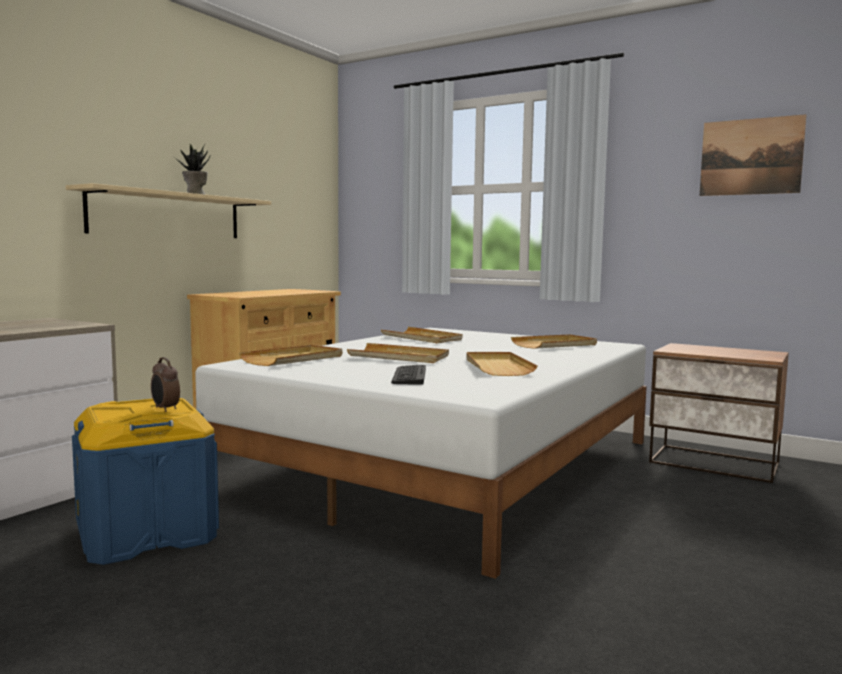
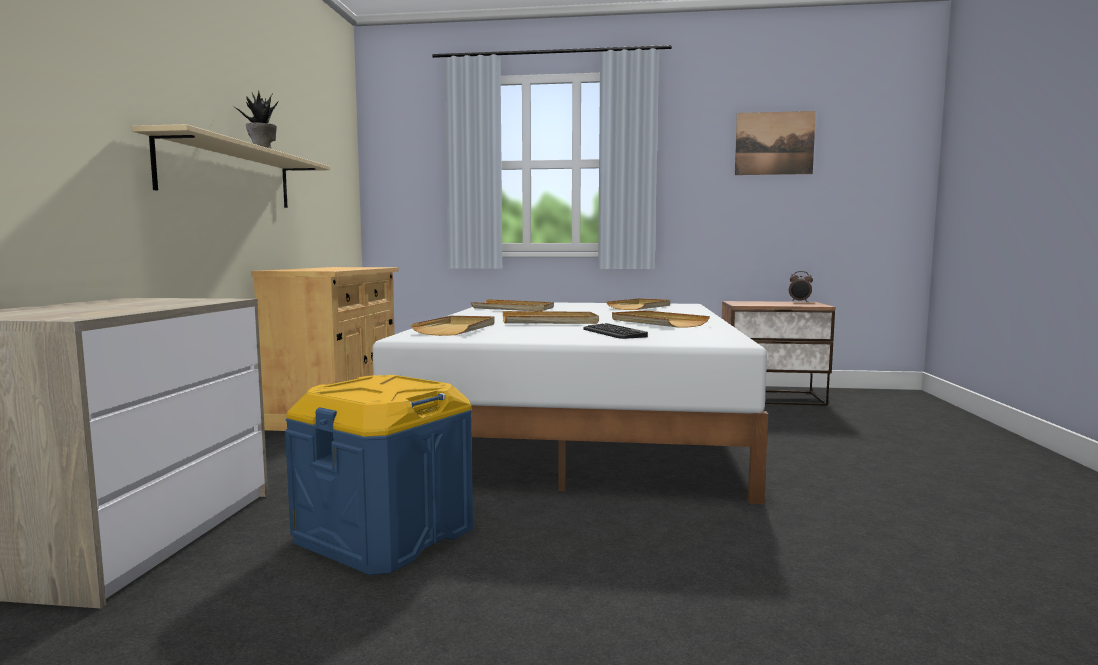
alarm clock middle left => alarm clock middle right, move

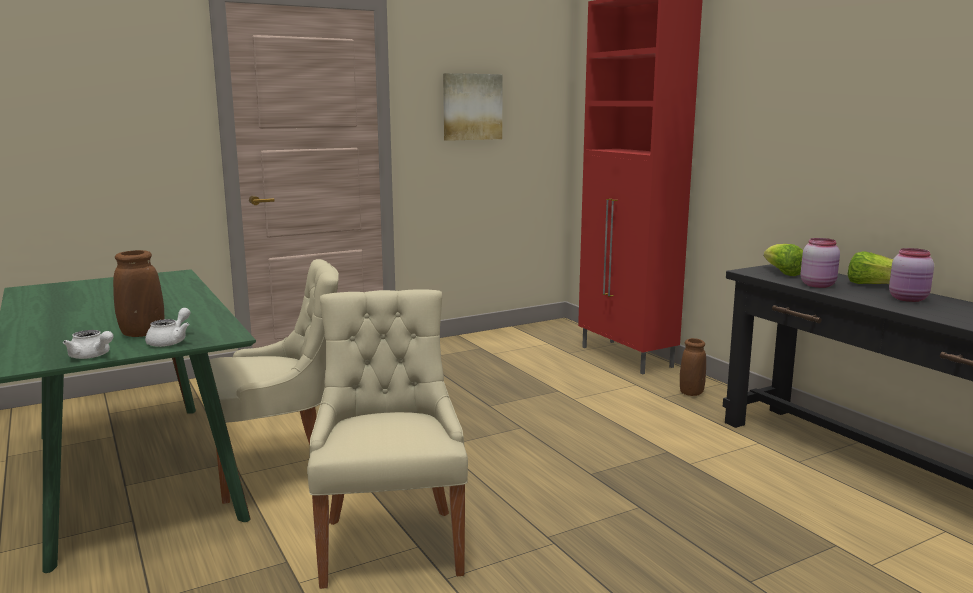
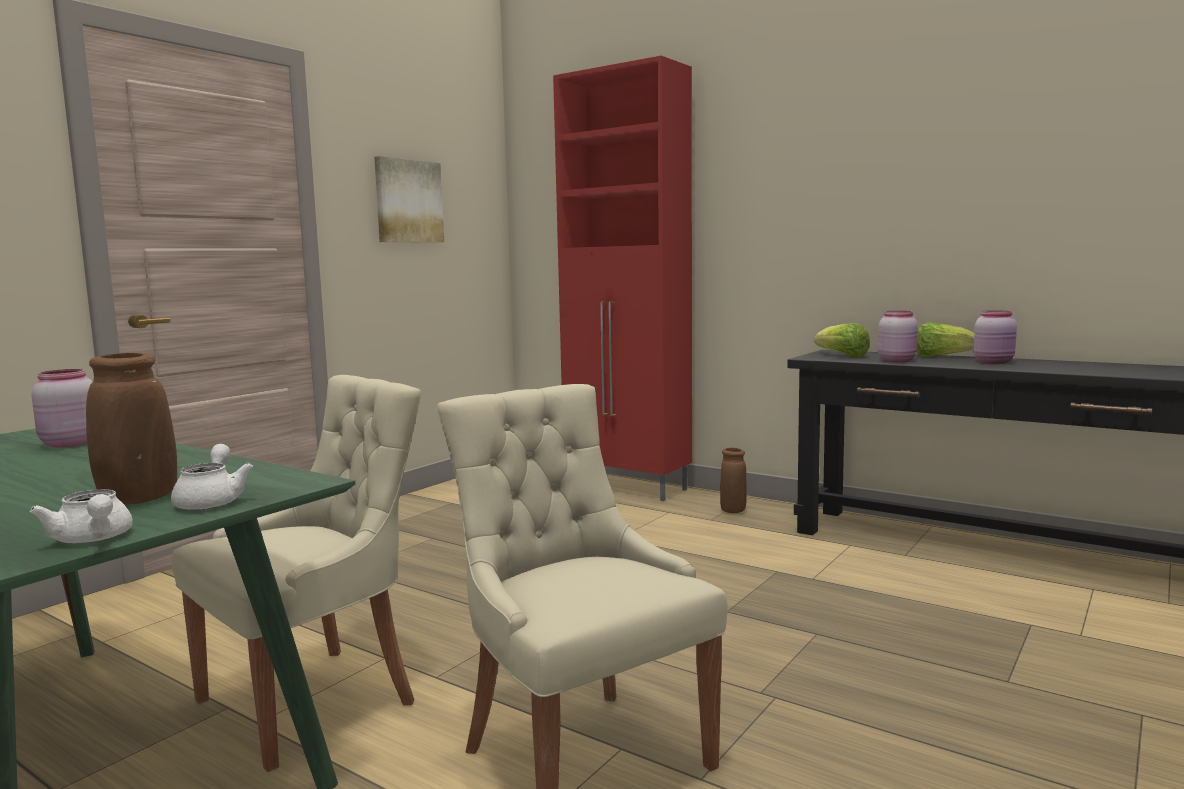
white teapot (1st from left) middle left, 45 degrees clockwise
nothing => pink jar (1st from left) middle left

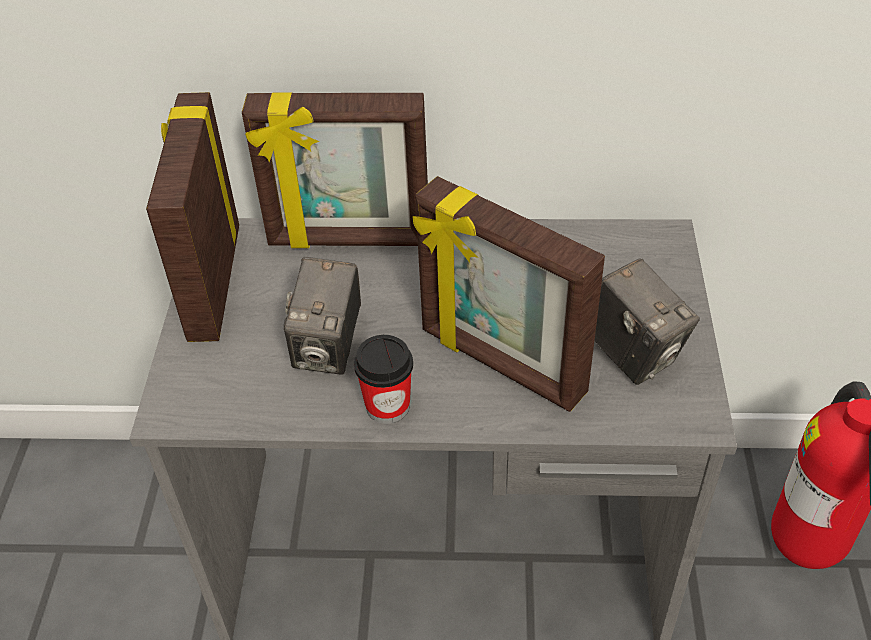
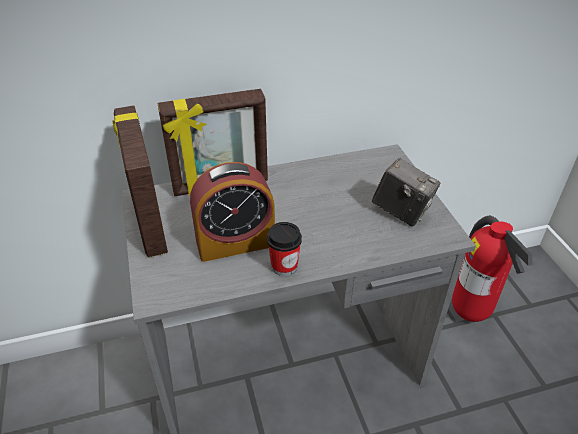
photo camera (1st from left) centre => alarm clock centre
picture frame (3rd from left) centre => nothing

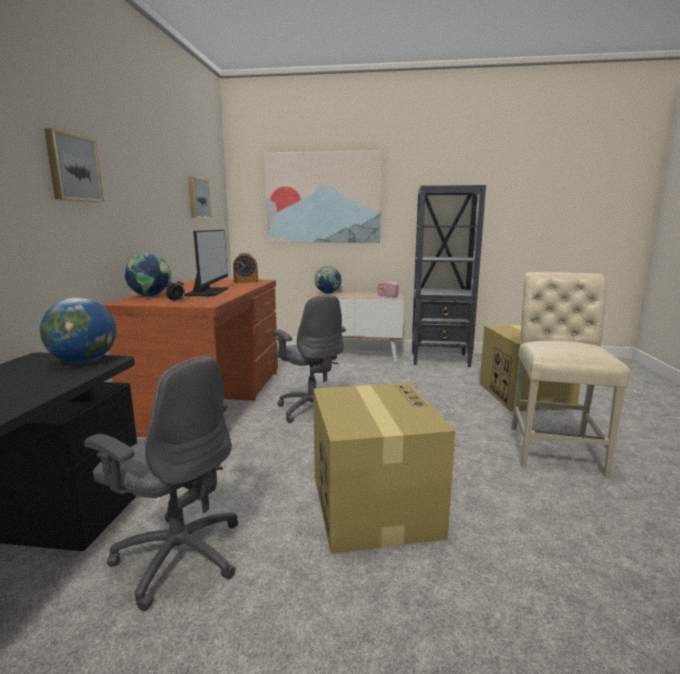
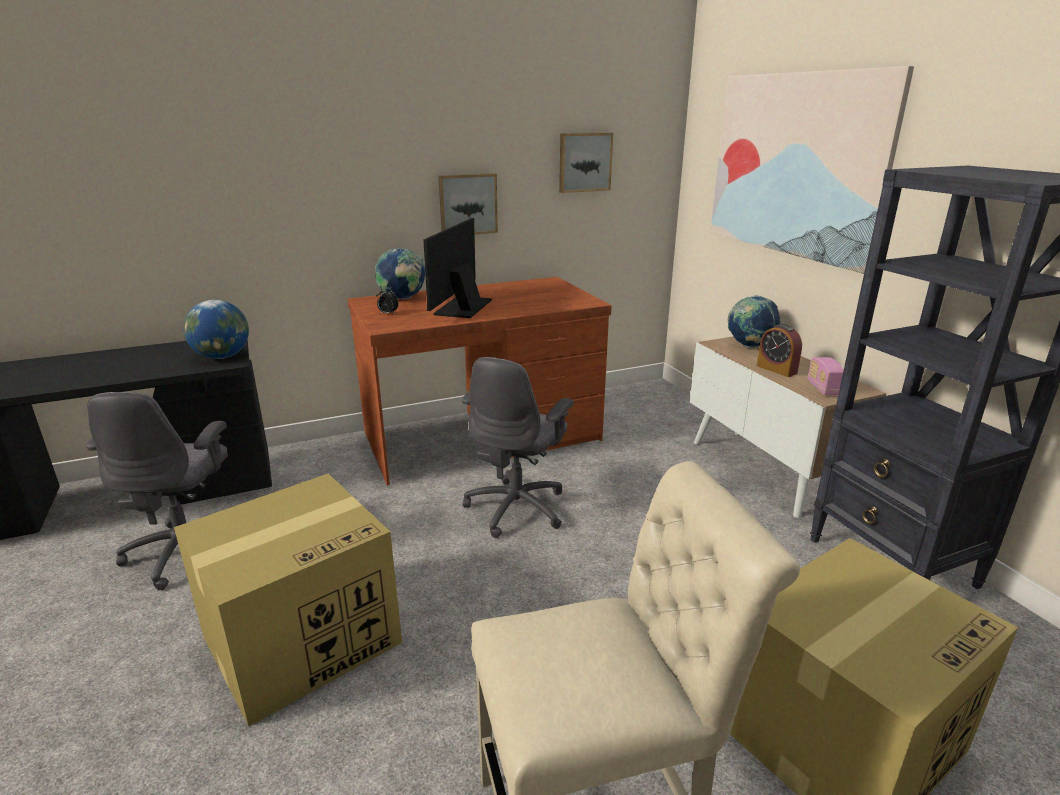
monitor middle left => monitor centre, 135 degrees clockwise
picture (1st from left) top left => picture (1st from left) top centre, move
alarm clock (2nd from left) centre => alarm clock (2nd from left) middle right, move

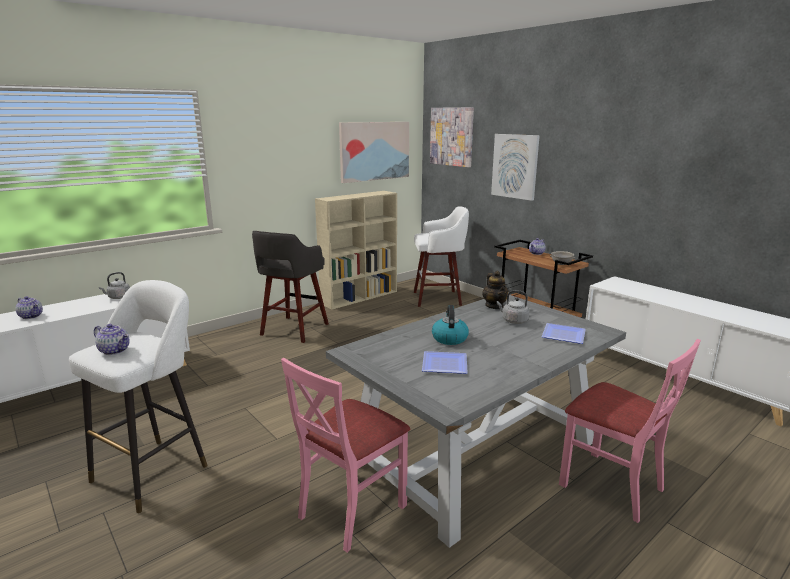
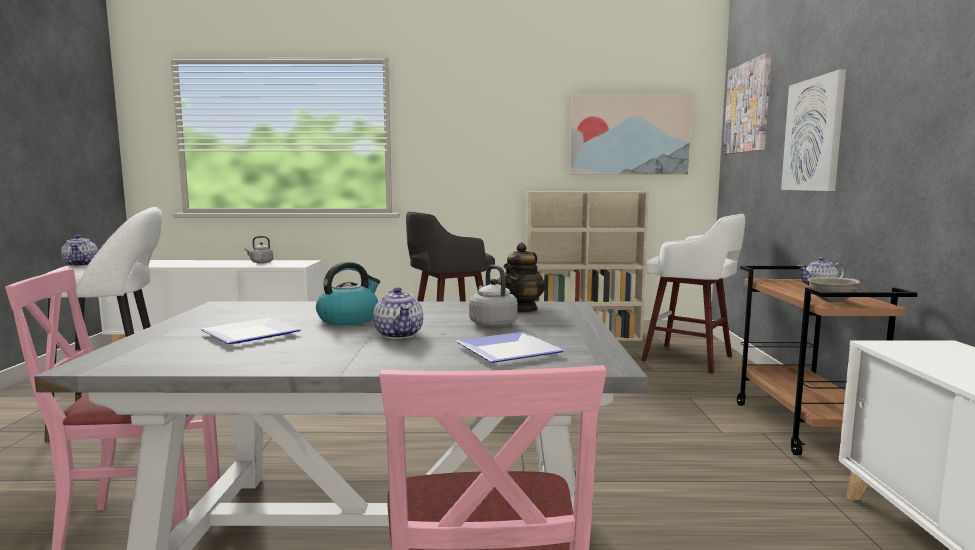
teapot (1st from left in the first image) middle left => teapot (2nd from left) centre, move

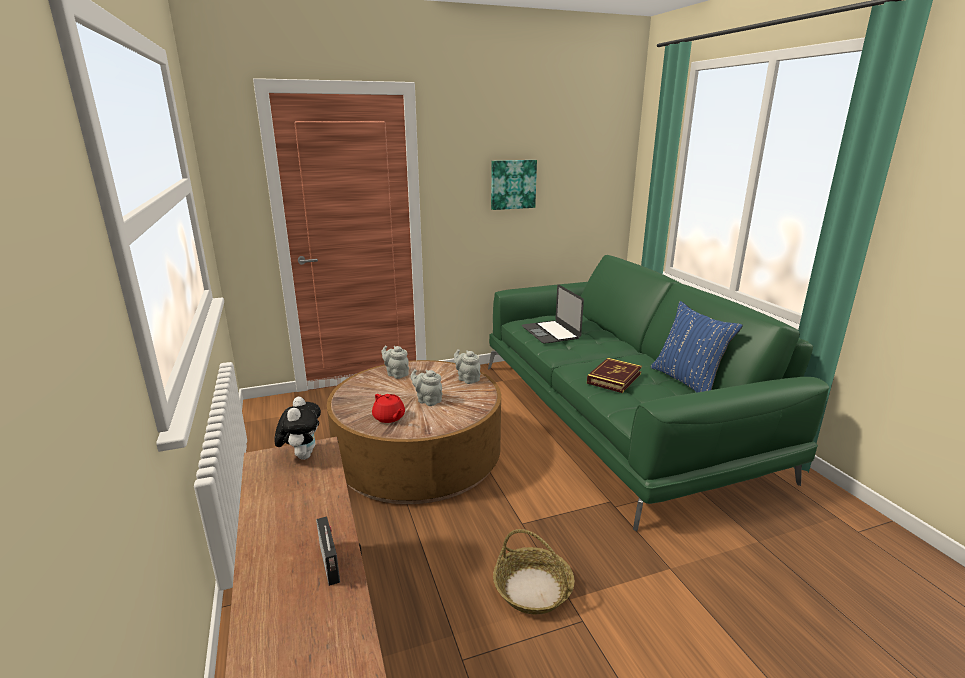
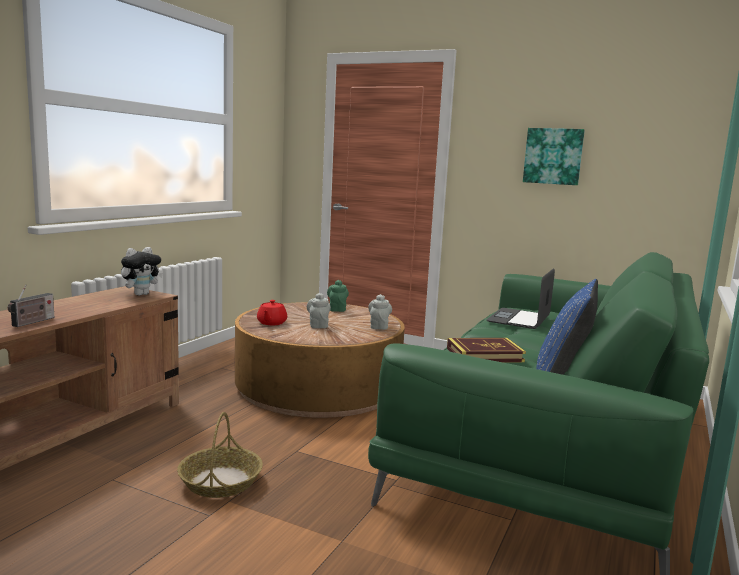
grey teapot (1st from left) centre => green teapot centre

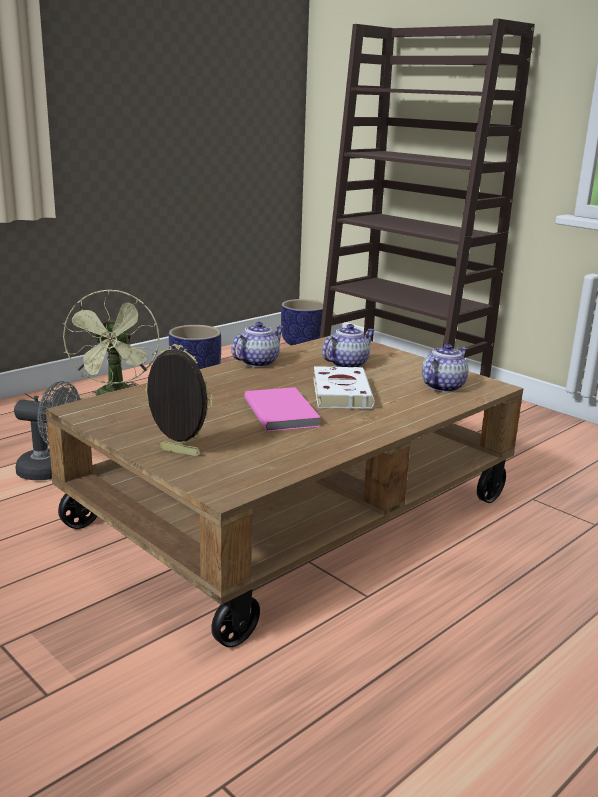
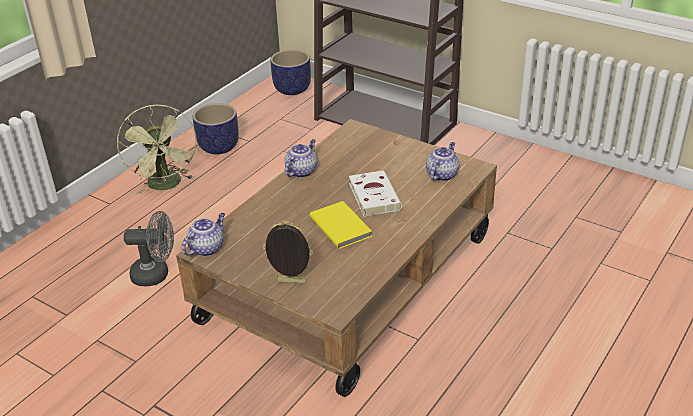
teapot (2nd from left in the first image) centre => teapot (1st from left) middle left, move
pink book centre => yellow book centre

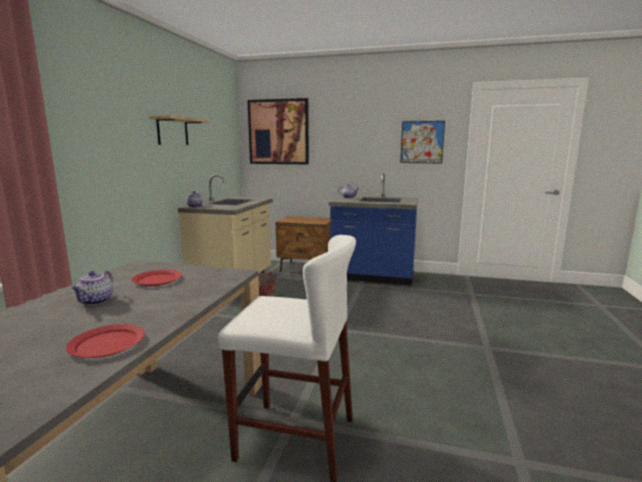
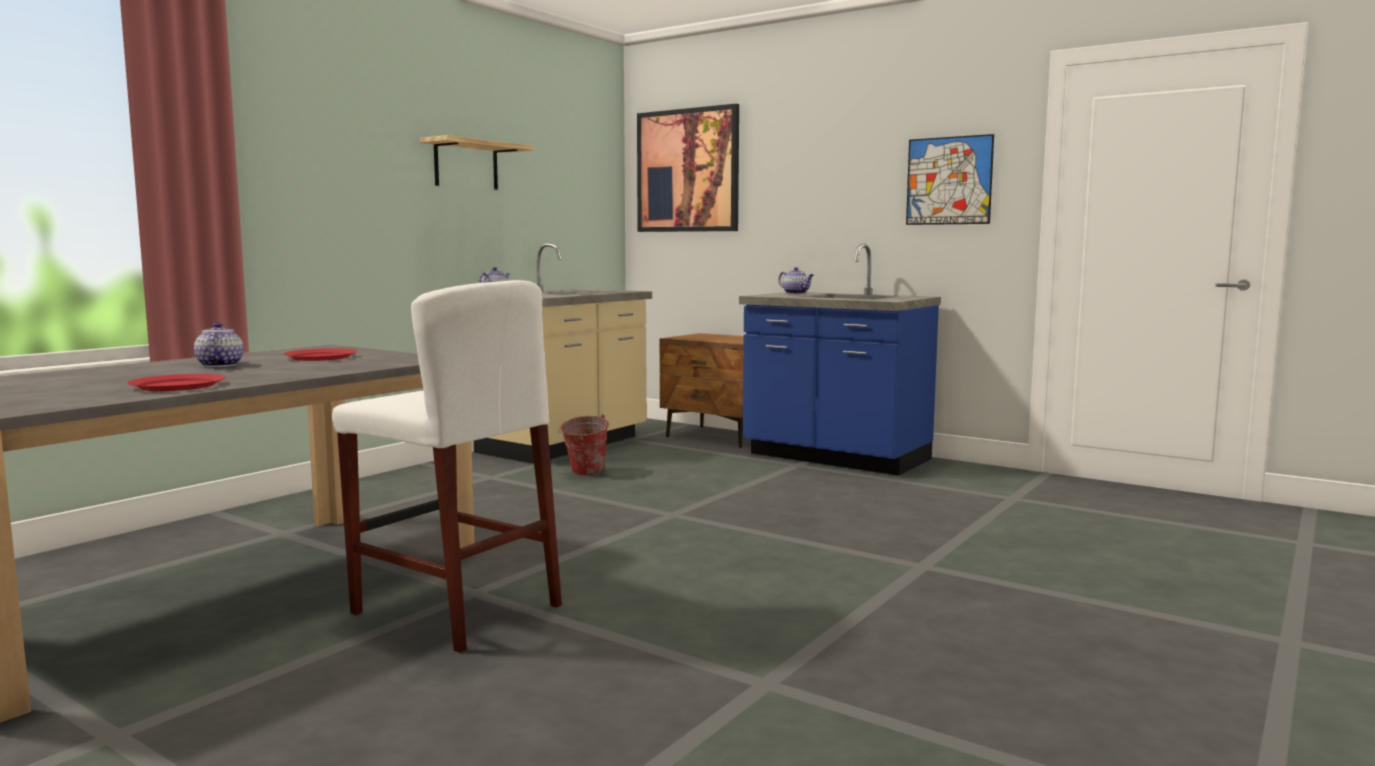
teapot (1st from left) middle left, 135 degrees clockwise

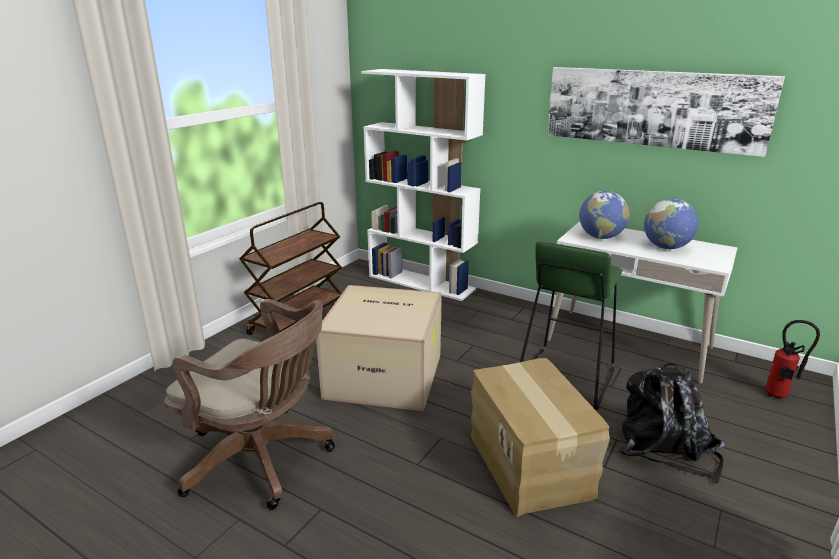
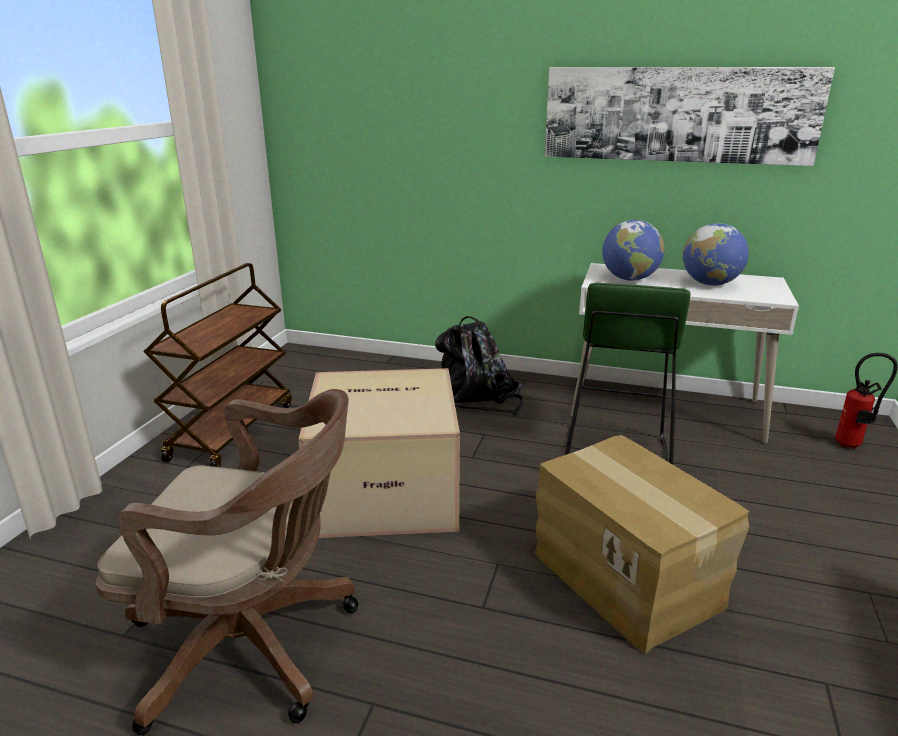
black backpack bottom right => black backpack centre, move
white bookcase top centre => nothing

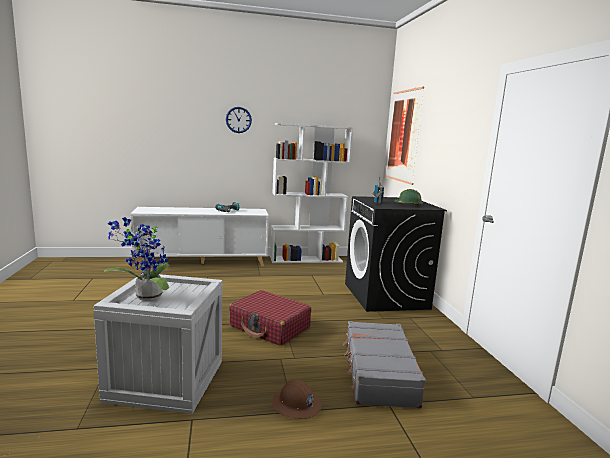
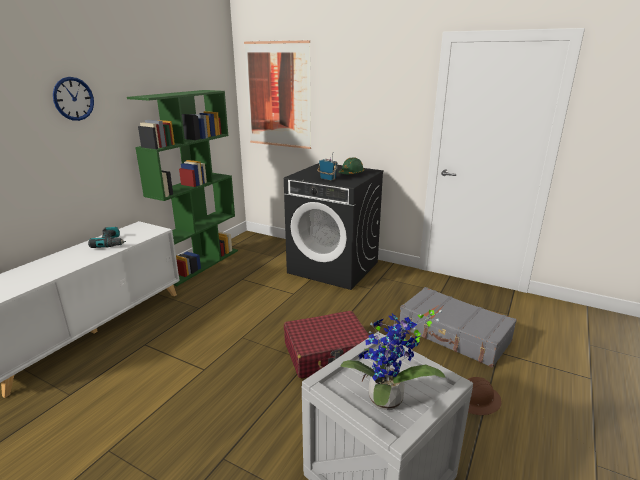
white bookcase centre => green bookcase middle left

